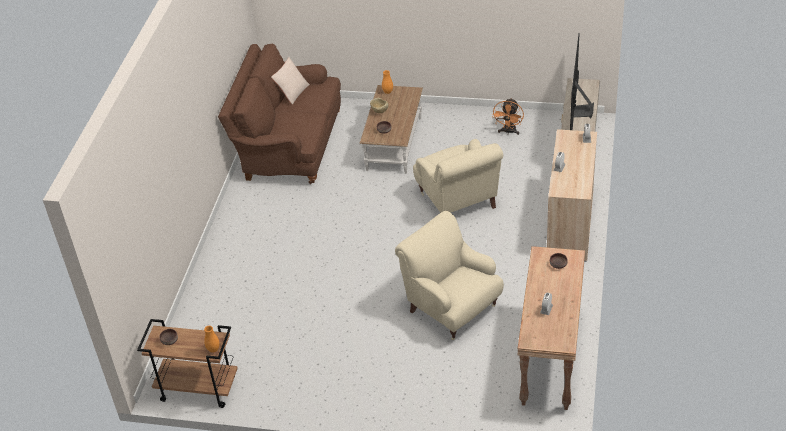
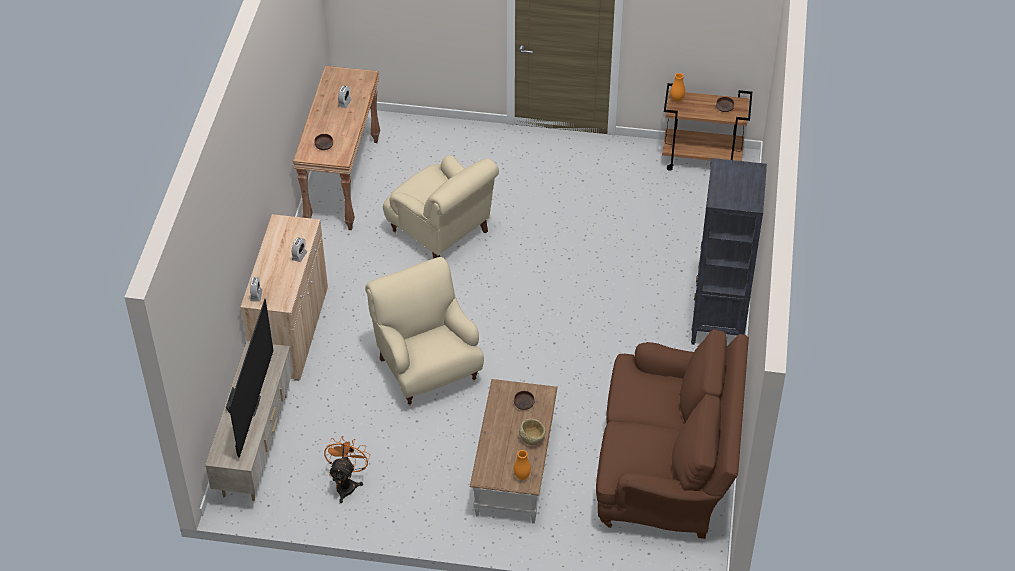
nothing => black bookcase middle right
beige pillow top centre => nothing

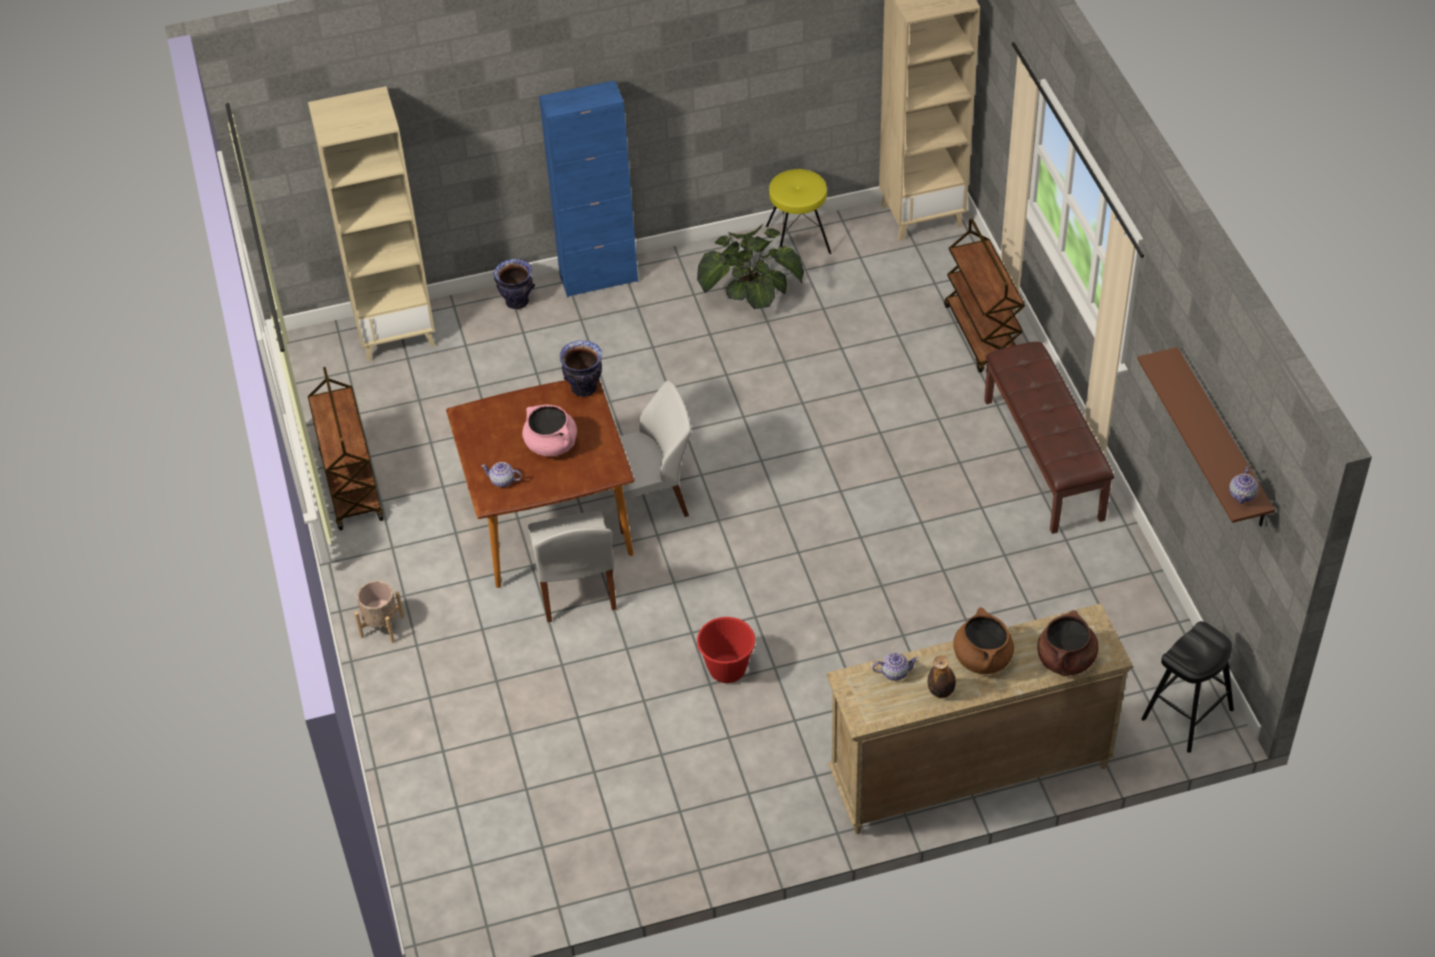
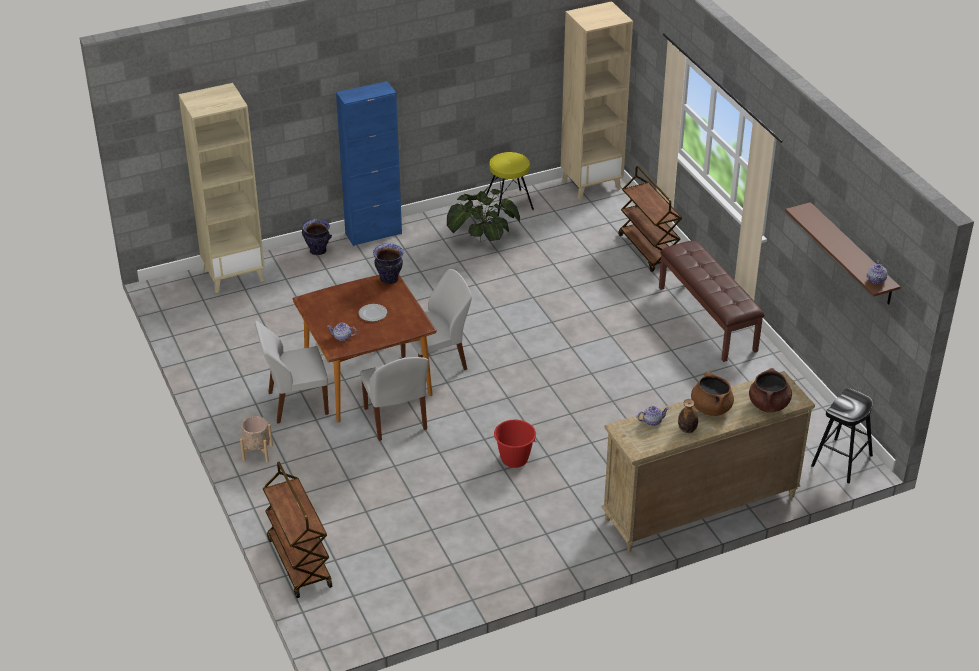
nothing => white chair (1st from left) middle left
brown cart (1st from left) middle left => brown cart (1st from left) bottom left, move
pink cooking pot centre => plate centre

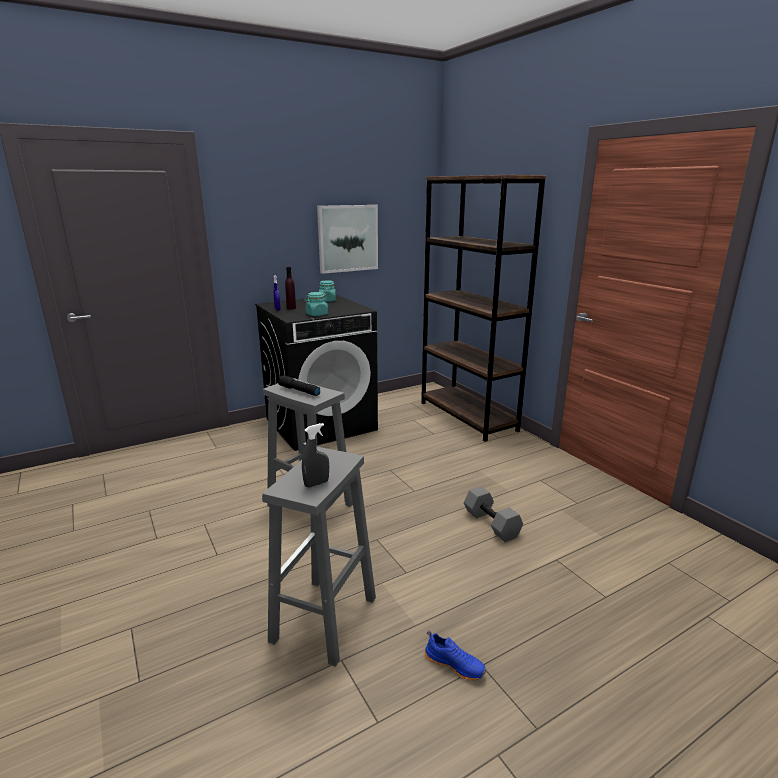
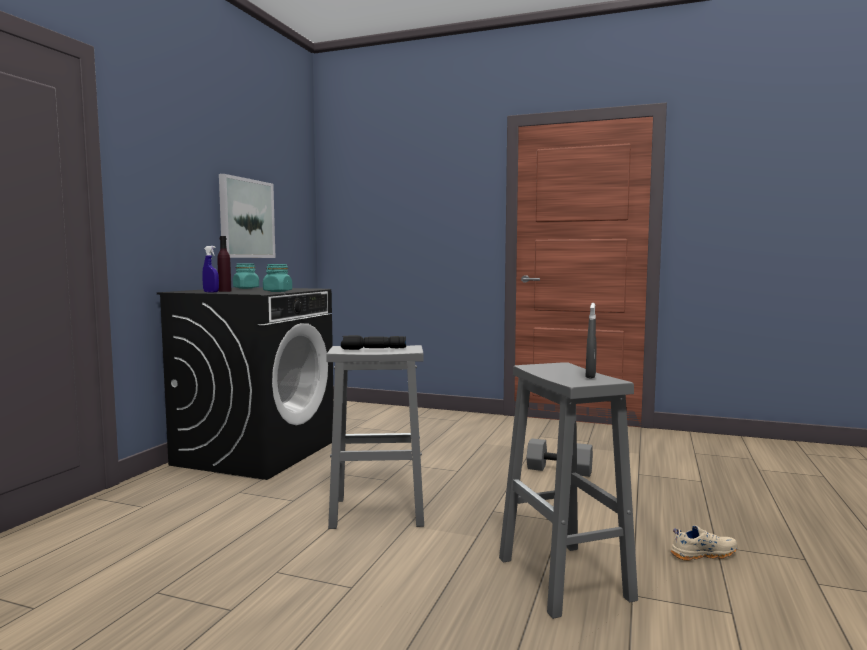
blue shoe bottom centre => beige shoe bottom right
brown bookcase centre => nothing

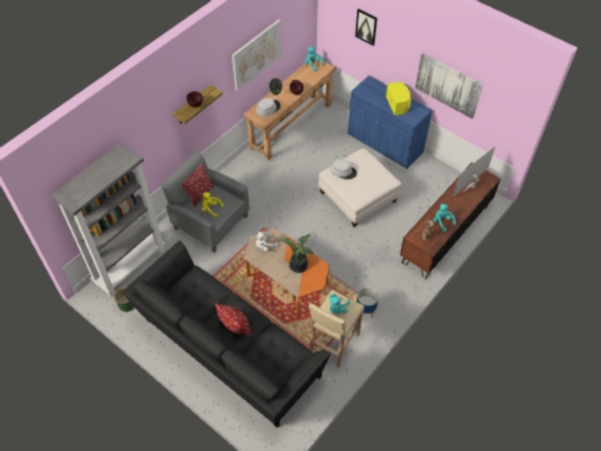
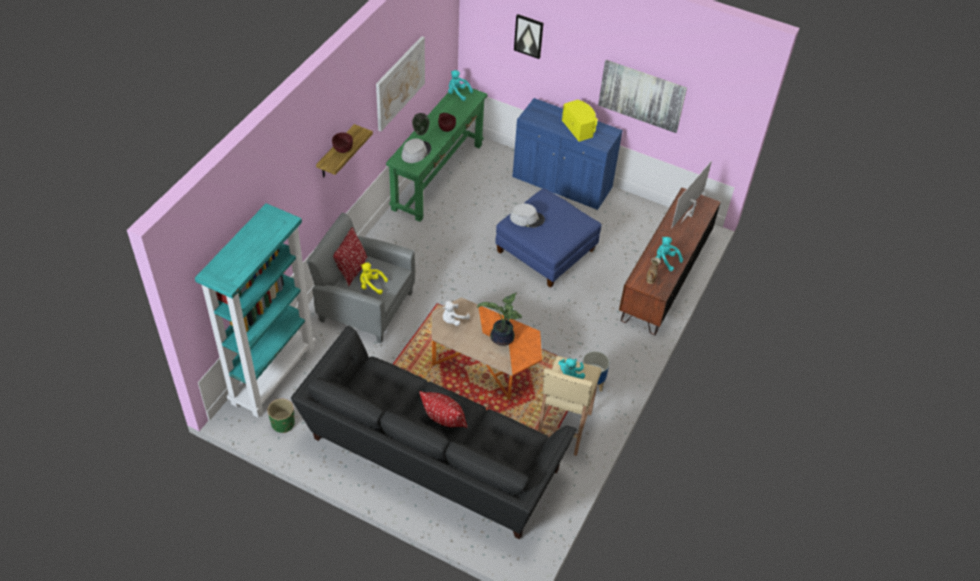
grey bookcase middle left => turquoise bookcase middle left
brown console table top centre => green console table top centre
white ottoman centre => blue ottoman centre

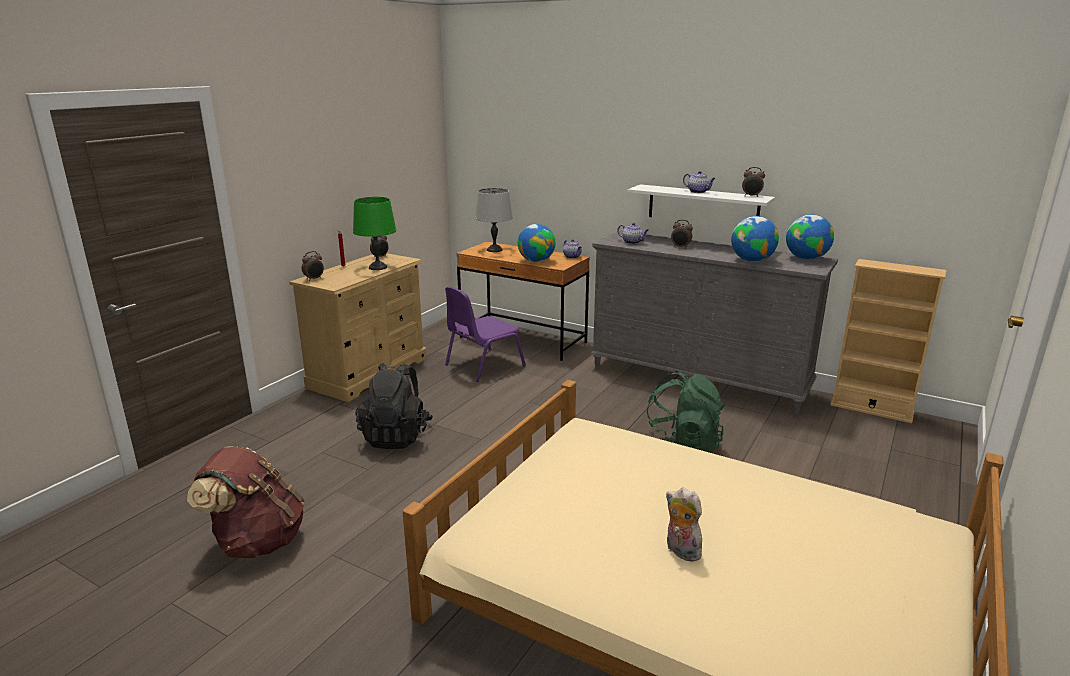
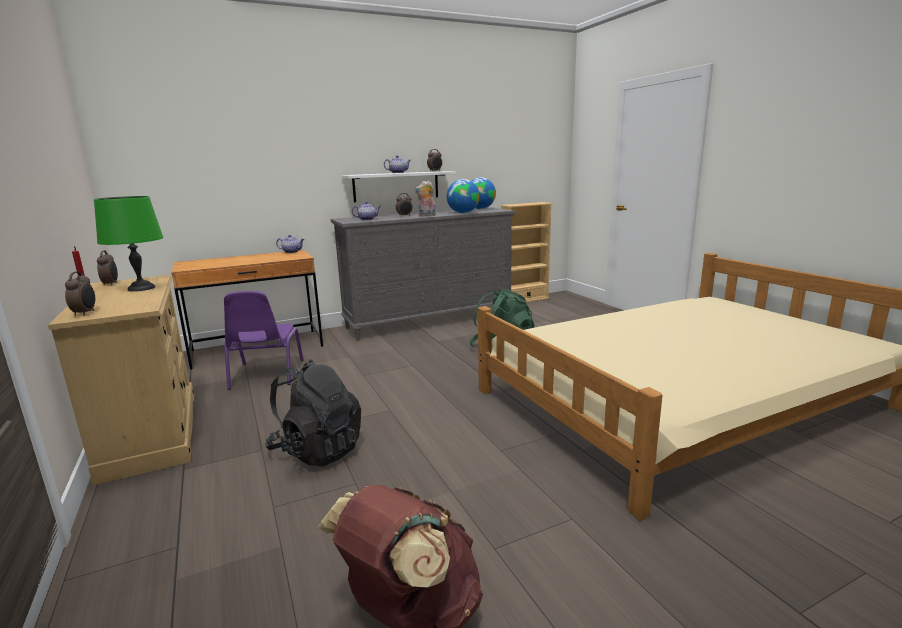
plush toy bottom centre => plush toy top centre, move
grey table lamp top centre => nothing
globe (1st from left) centre => nothing

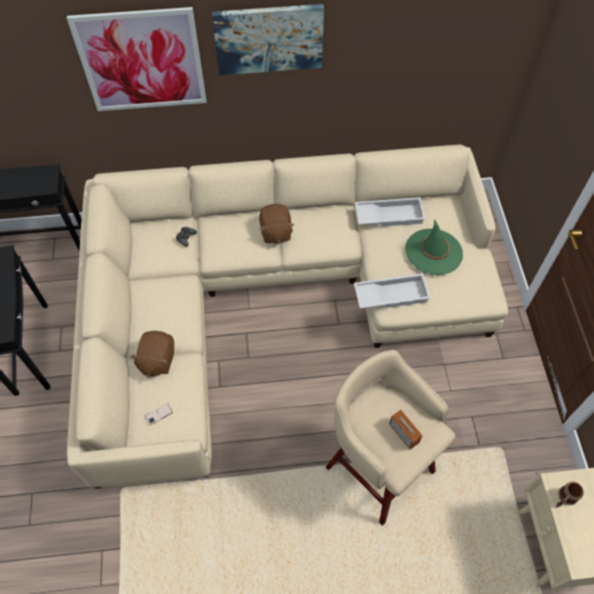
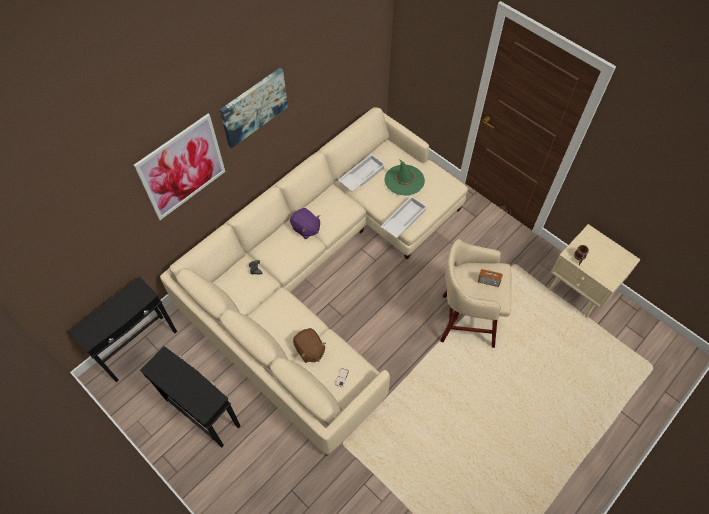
brown plush toy (2nd from left) centre => purple plush toy centre

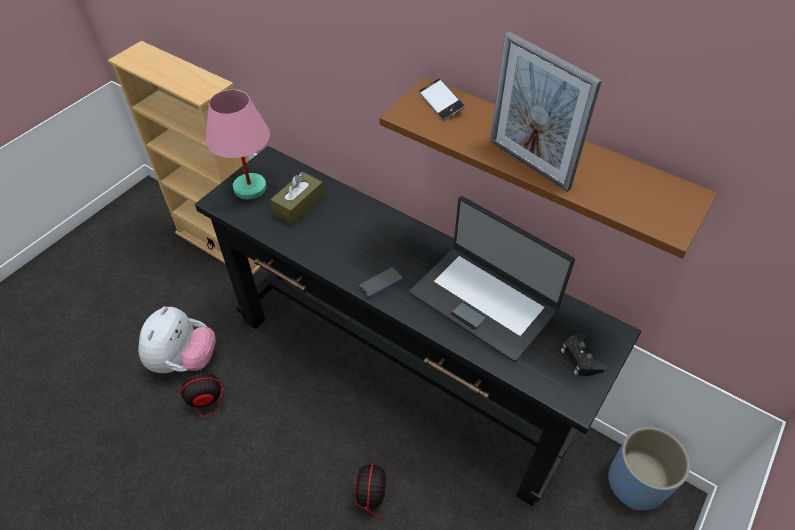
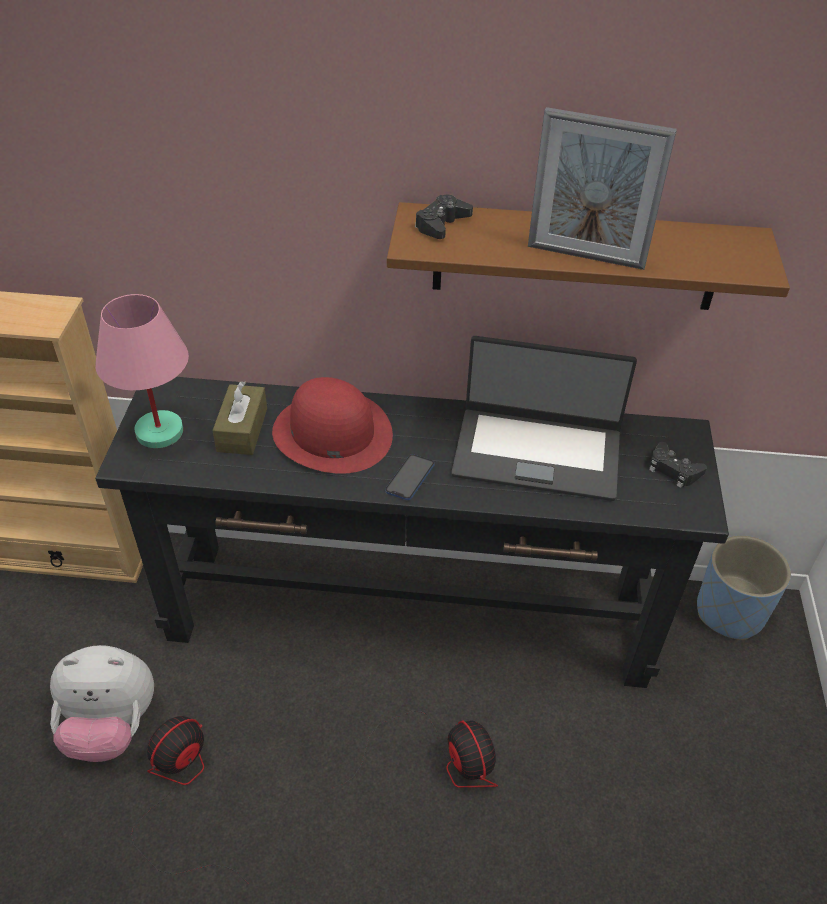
plush toy middle left => plush toy bottom left, 105 degrees clockwise
nothing => red hat centre
phone (2nd from left) top centre => black game controller (1st from left) top centre

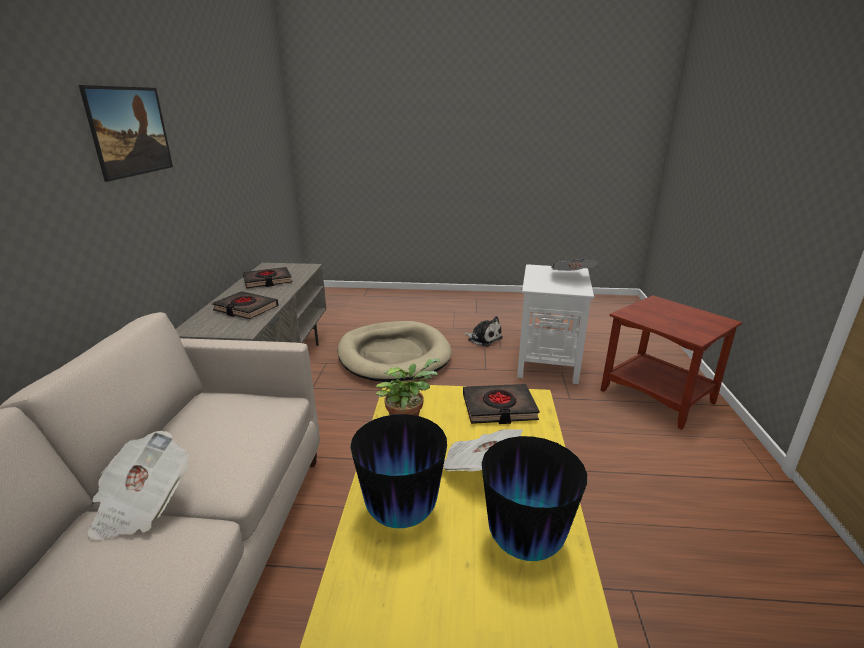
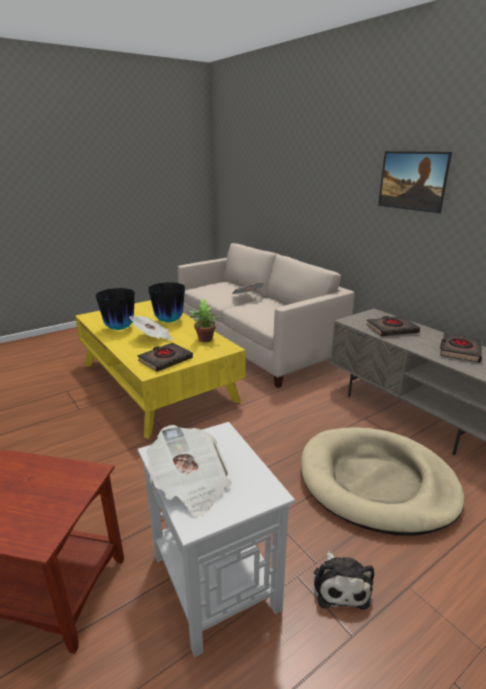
plush toy centre => plush toy bottom right, 90 degrees counterclockwise

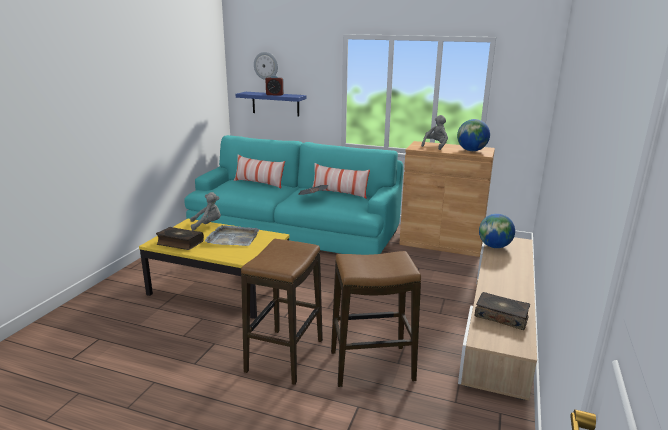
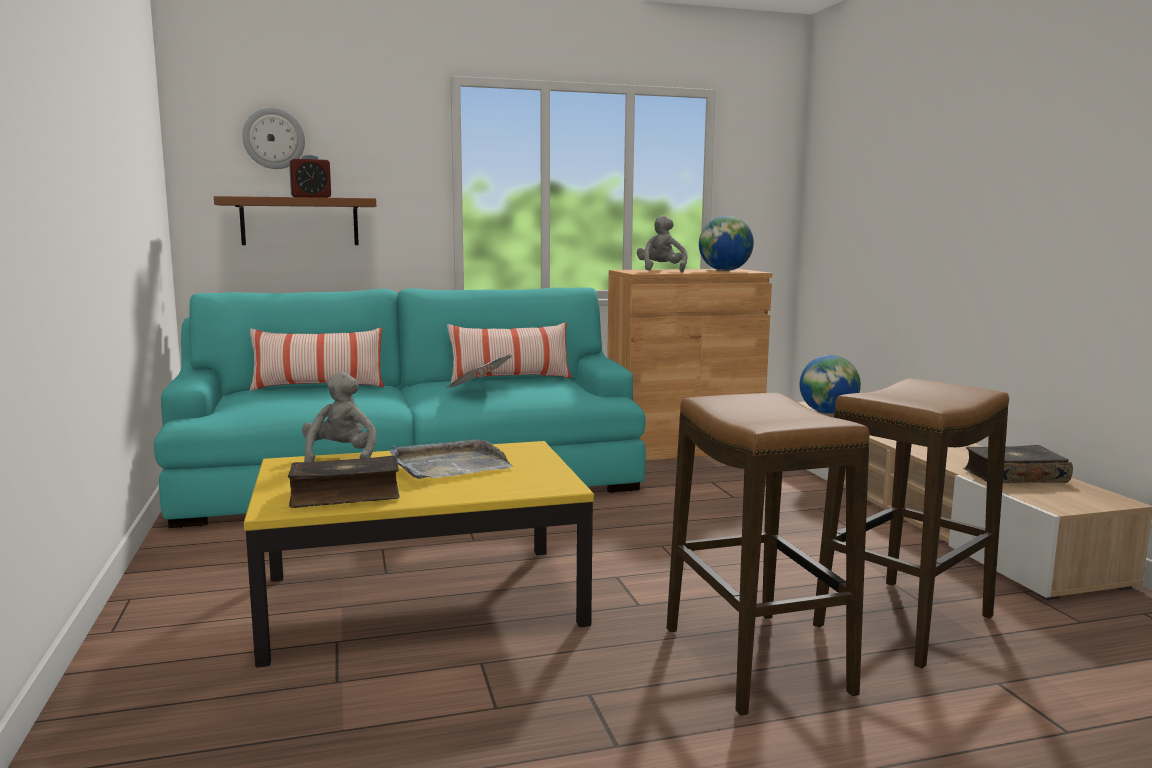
blue shelf top centre => brown shelf top left
grey plush toy (1st from left) middle left, 45 degrees counterclockwise

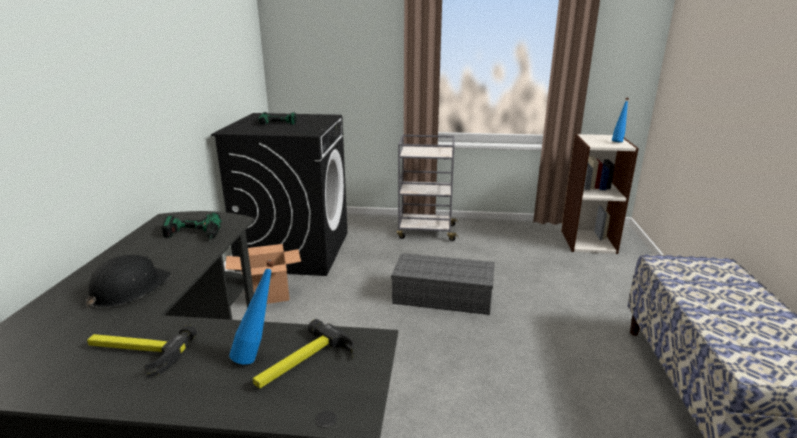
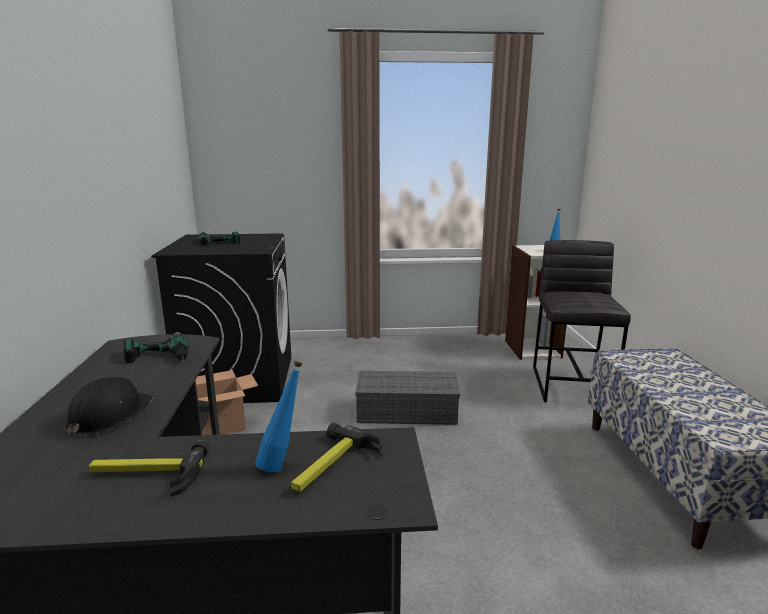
nothing => grey stool middle right
grey cart centre => nothing

